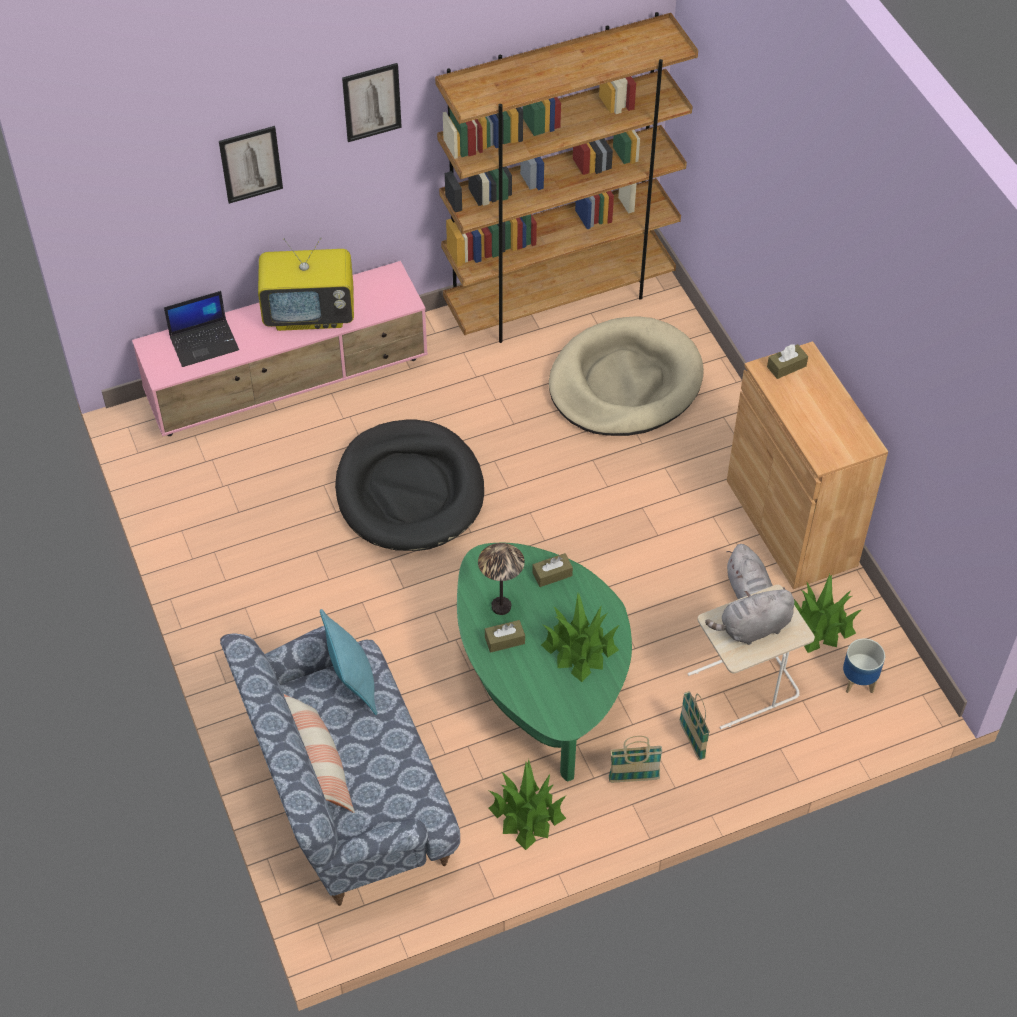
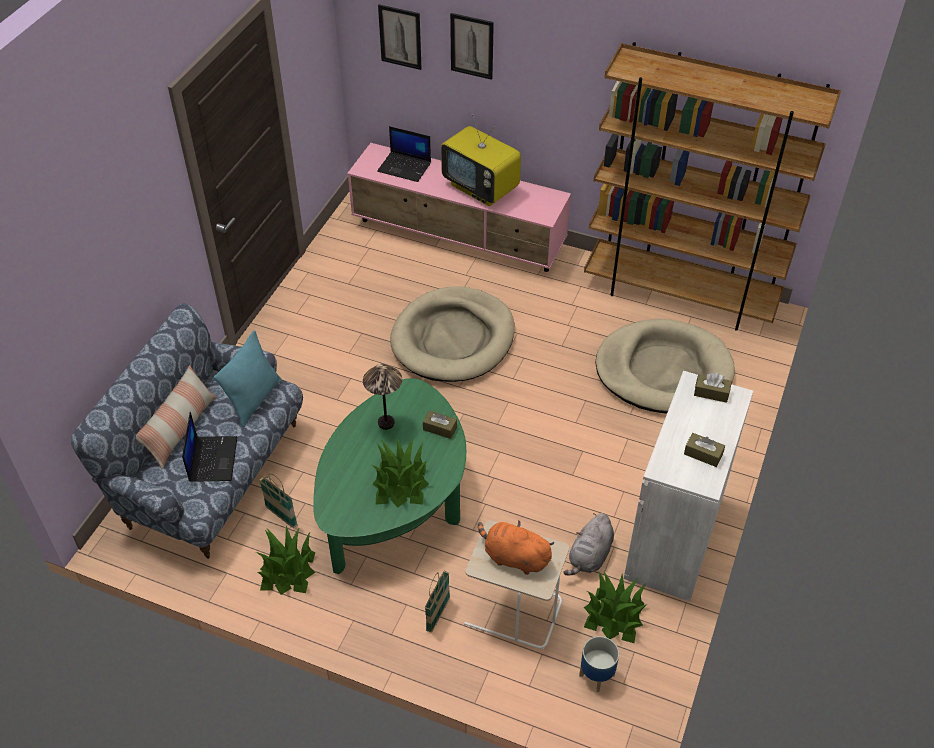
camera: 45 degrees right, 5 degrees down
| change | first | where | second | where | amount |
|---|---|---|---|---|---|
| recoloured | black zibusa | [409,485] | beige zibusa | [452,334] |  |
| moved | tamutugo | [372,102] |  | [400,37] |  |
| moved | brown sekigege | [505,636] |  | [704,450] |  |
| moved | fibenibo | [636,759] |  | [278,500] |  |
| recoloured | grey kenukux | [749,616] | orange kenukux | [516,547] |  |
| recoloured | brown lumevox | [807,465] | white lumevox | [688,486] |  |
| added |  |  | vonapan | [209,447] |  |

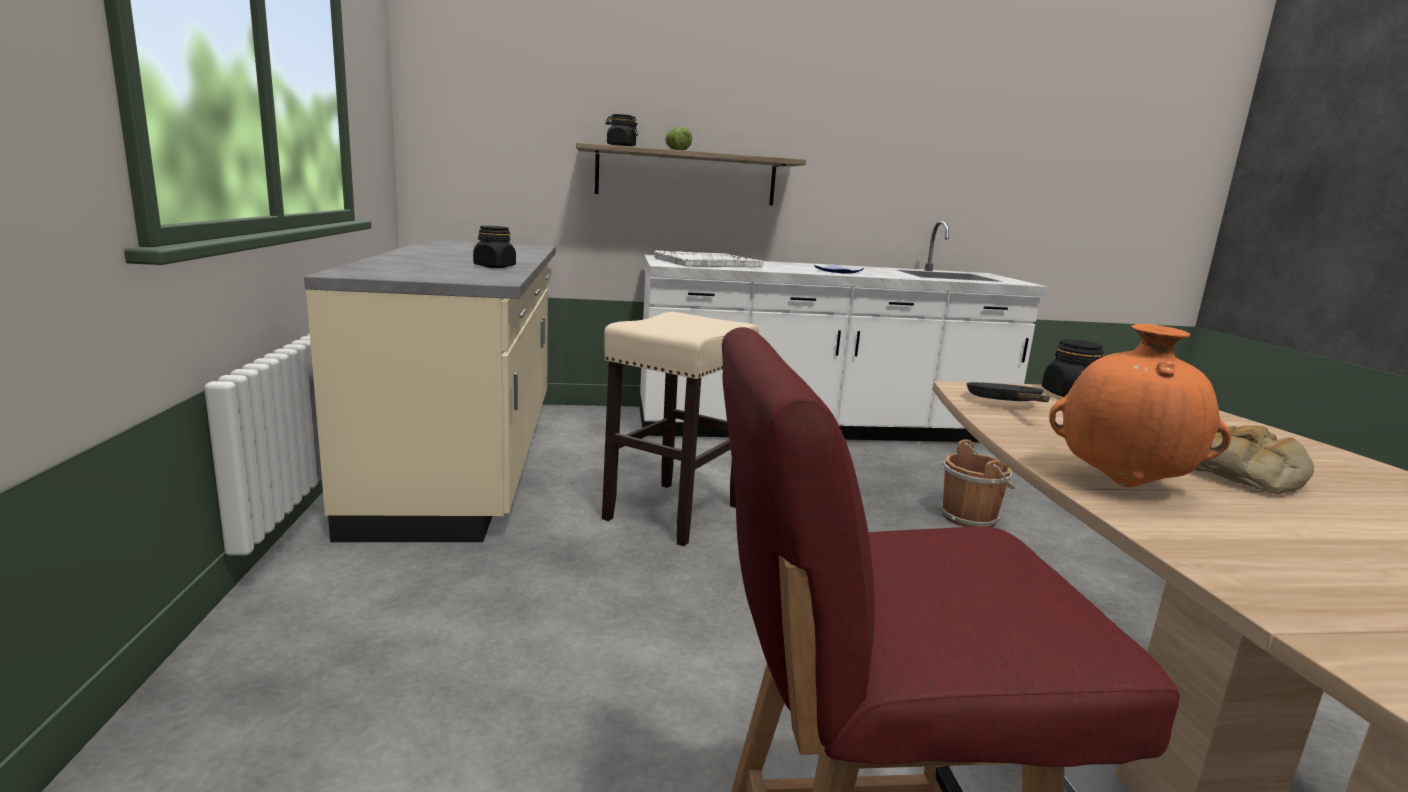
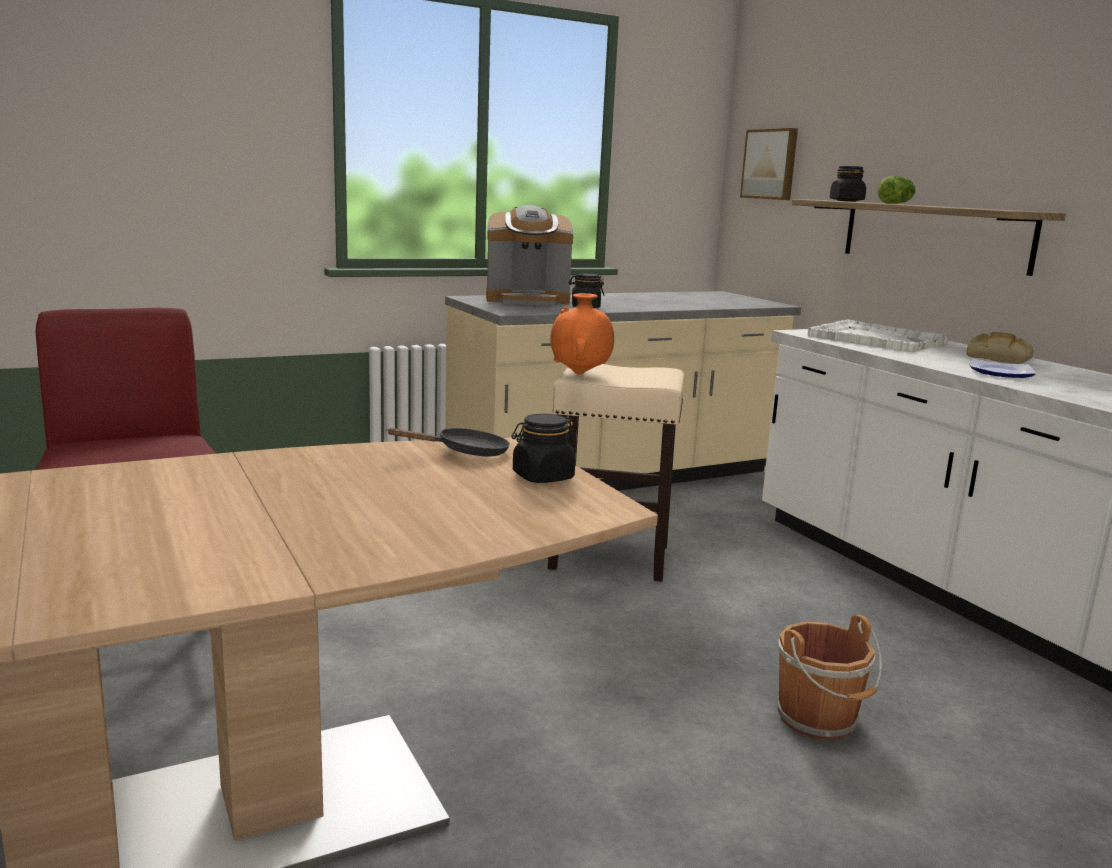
camera: 70 degrees right, 0 degrees up
| change | first | where | second | where | amount |
|---|---|---|---|---|---|
| moved | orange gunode | [1140,405] |  | [582,333] |  |
| moved | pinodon | [1254,459] |  | [999,348] |  |
| added |  |  | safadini | [529,255] |  |
| added |  |  | tamutugo | [769,164] |  |

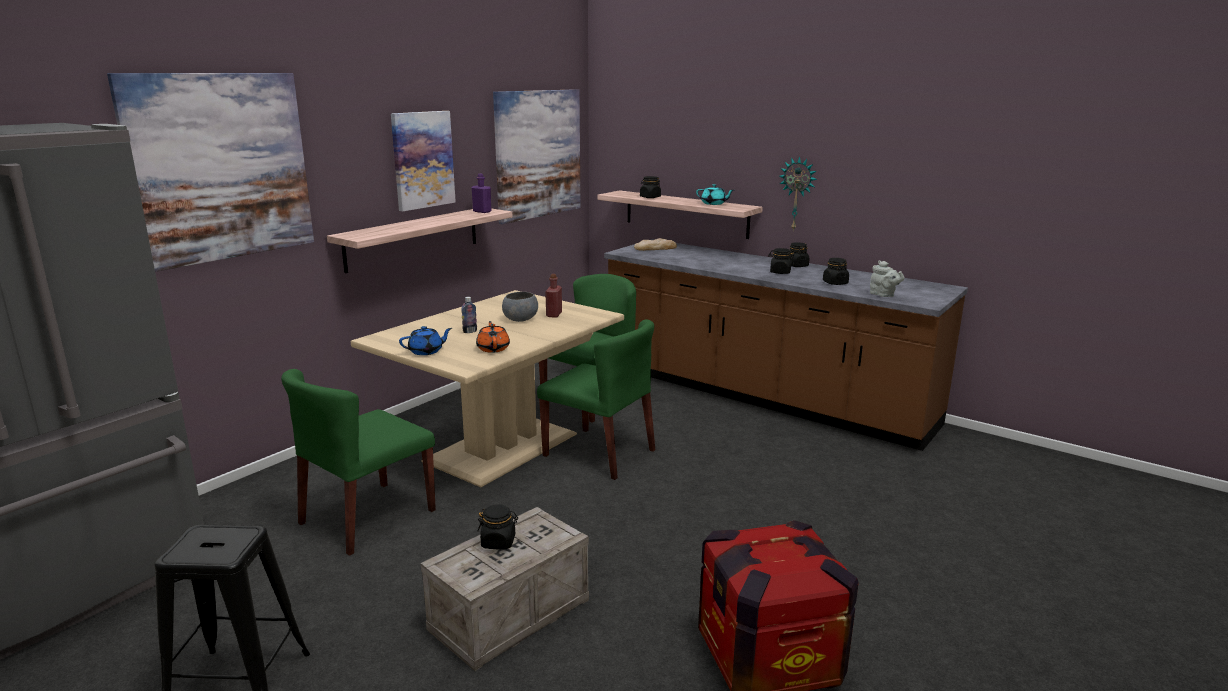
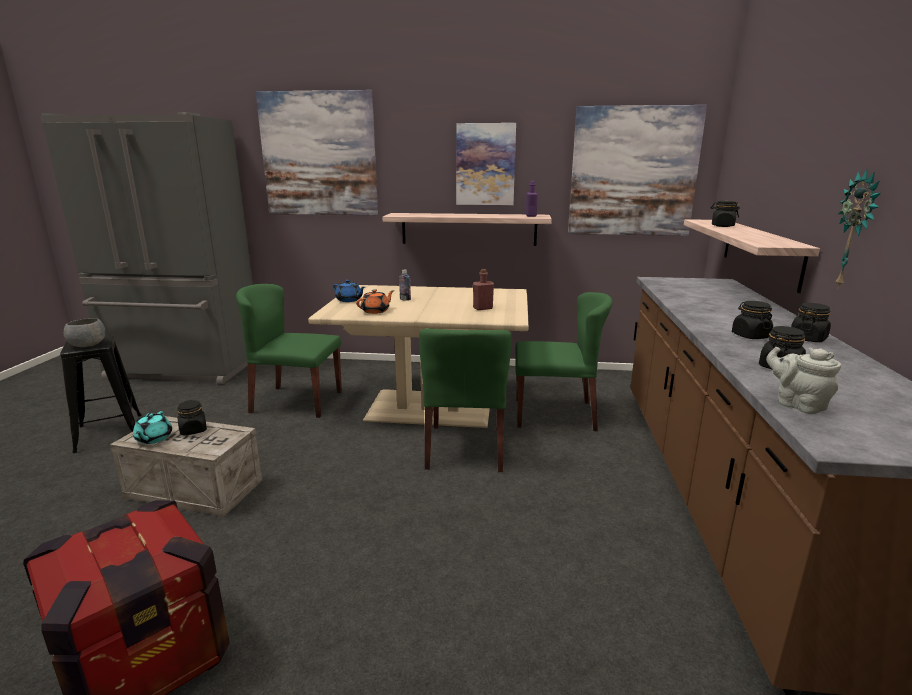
camera: 60 degrees right, 0 degrees up
| change | first | where | second | where | amount |
|---|---|---|---|---|---|
| moved | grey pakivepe | [520,307] |  | [84,332] |  |
| removed | pinodon | [655,244] |  |  |  |
| moved | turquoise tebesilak | [715,194] |  | [152,427] |  |
| turned | grey tebesilak | [887,278] |  | [803,380] | 120 degrees clockwise |

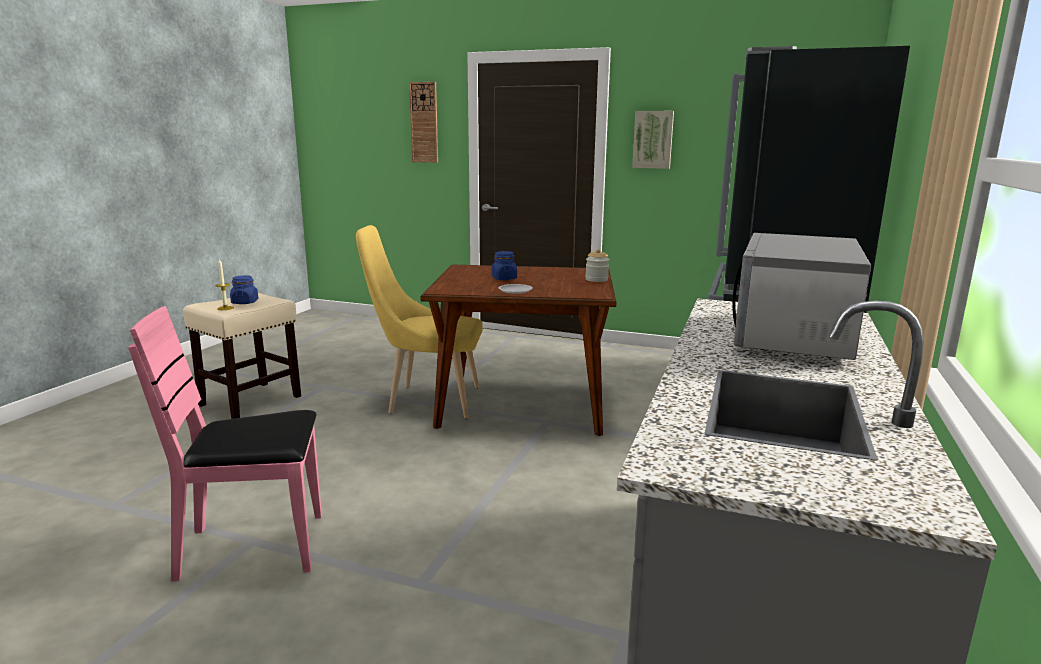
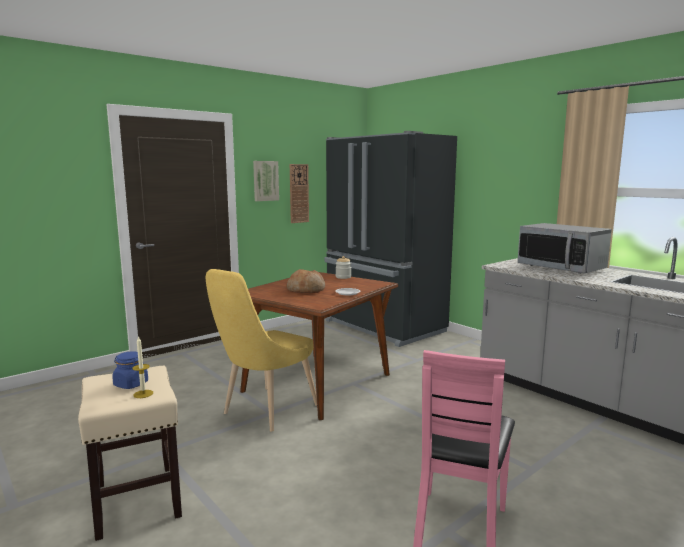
camera: 60 degrees left, 5 degrees down
| change | first | where | second | where | amount |
|---|---|---|---|---|---|
| moved | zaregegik | [423,122] |  | [299,193] |  |
| replaced | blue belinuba | [504,265] | pinodon | [306,281] |  |

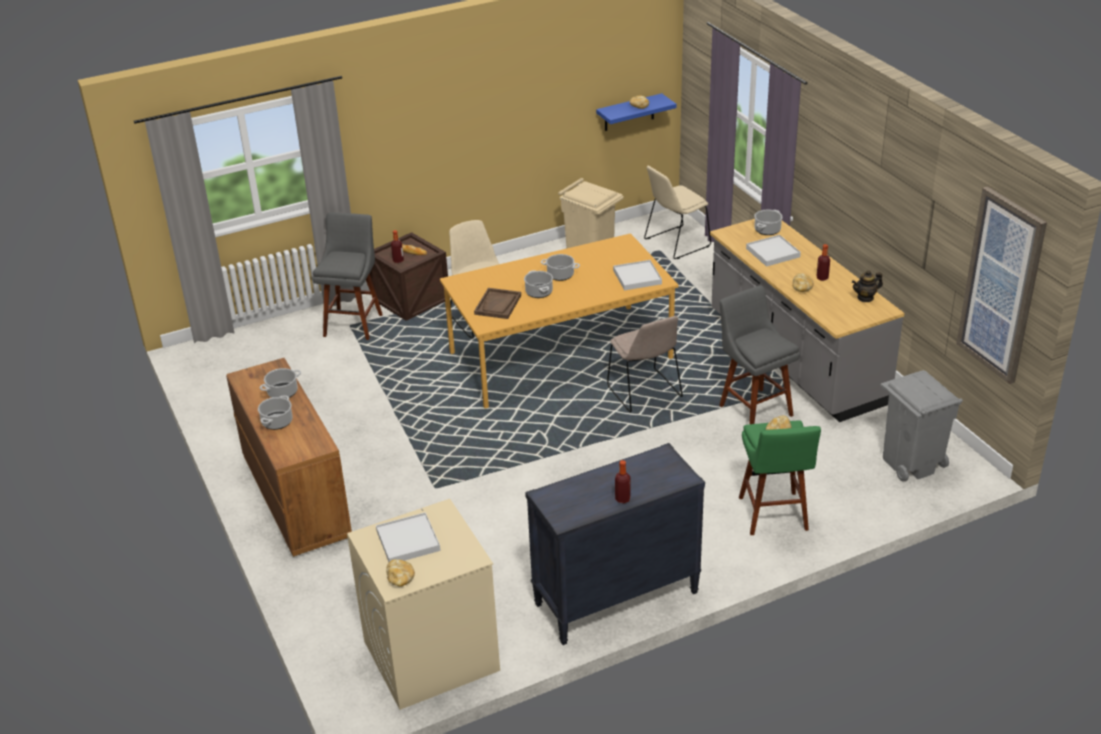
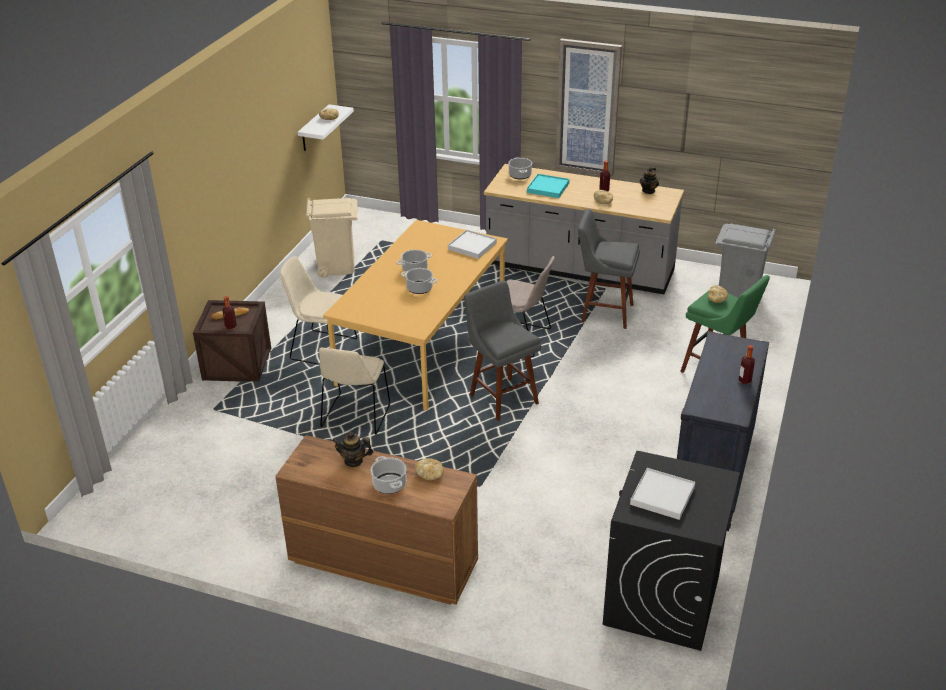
camera: 45 degrees left, 0 degrees up
| change | first | where | second | where | amount |
|---|---|---|---|---|---|
| replaced | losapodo | [280,383] | tebesilak | [352,449] |  |
| moved | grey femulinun | [347,276] |  | [502,350] |  |
| recoloured | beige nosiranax | [423,604] | black nosiranax | [671,551] |  |
| moved | pinodon | [400,573] |  | [429,469] |  |
| removed | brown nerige | [497,303] |  |  |  |
| recoloured | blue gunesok | [636,112] | white gunesok | [326,127] |  |
| moved | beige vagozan | [677,212] |  | [354,391] |  |
| recoloured | white nerige | [773,251] | turquoise nerige | [548,186] |  |
| moved | tamutugo | [1001,285] |  | [588,108] |  |

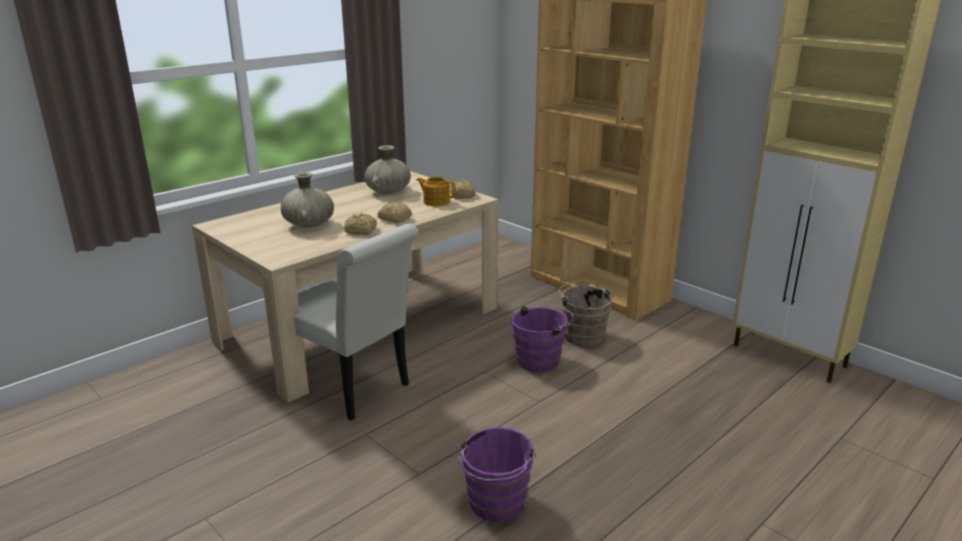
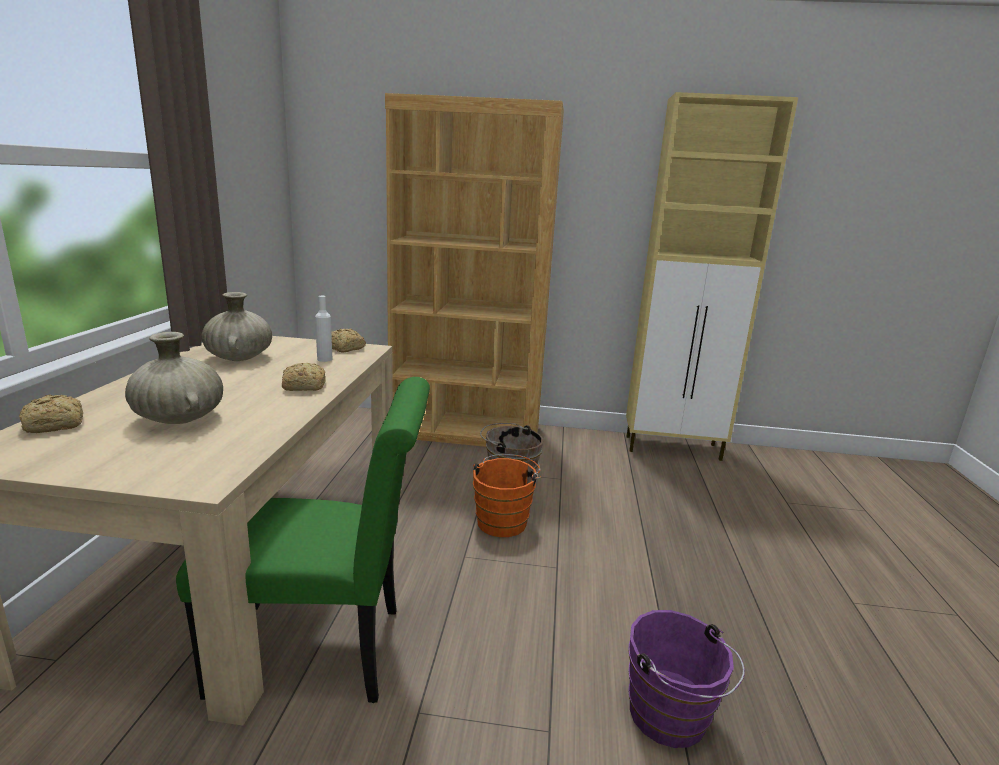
camera: 40 degrees left, 5 degrees down
| change | first | where | second | where | amount |
|---|---|---|---|---|---|
| recoloured | white vagozan | [356,322] | green vagozan | [303,540] |  |
| moved | pinodon | [360,224] |  | [51,413] |  |
| replaced | tebesilak | [435,191] | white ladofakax | [324,329] |  |
| recoloured | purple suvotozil | [542,338] | orange suvotozil | [507,495] |  |

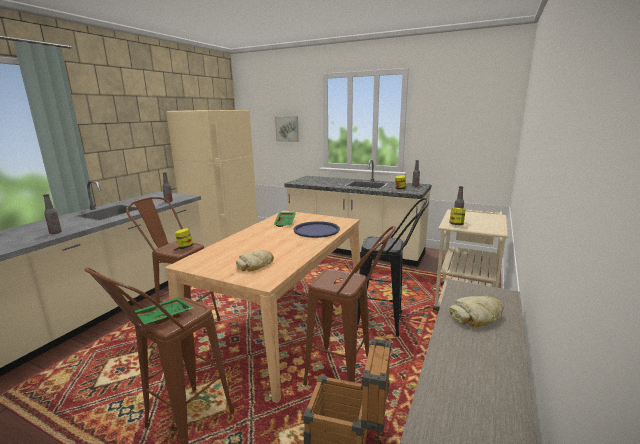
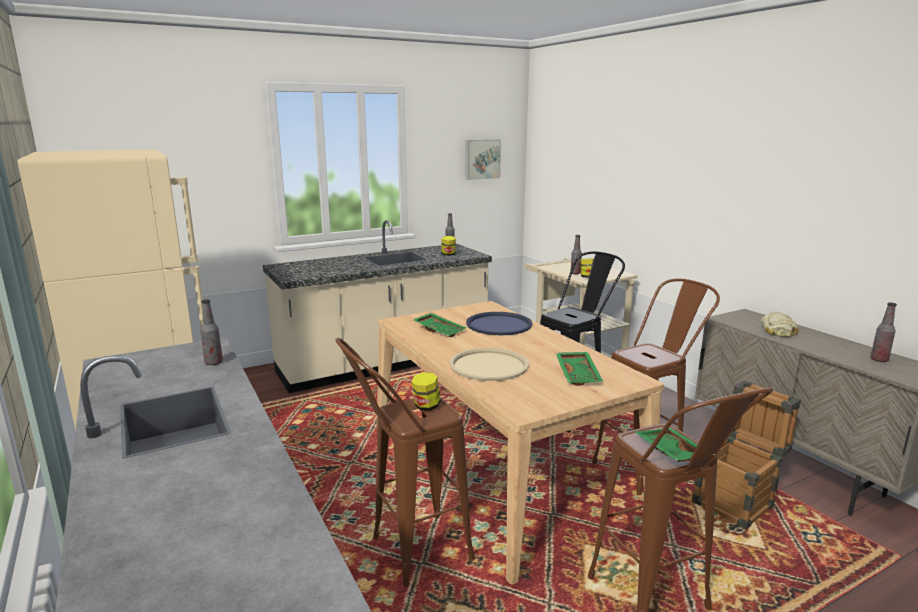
camera: 55 degrees left, 0 degrees up
| change | first | where | second | where | amount |
|---|---|---|---|---|---|
| moved | ladofakax | [52,214] |  | [883,332] |  |
| replaced | pinodon | [255,261] | green nerige | [579,369] |  |
| moved | tamutugo | [287,129] |  | [483,159] |  |
| added |  |  | beige nerige | [489,364] |  |

